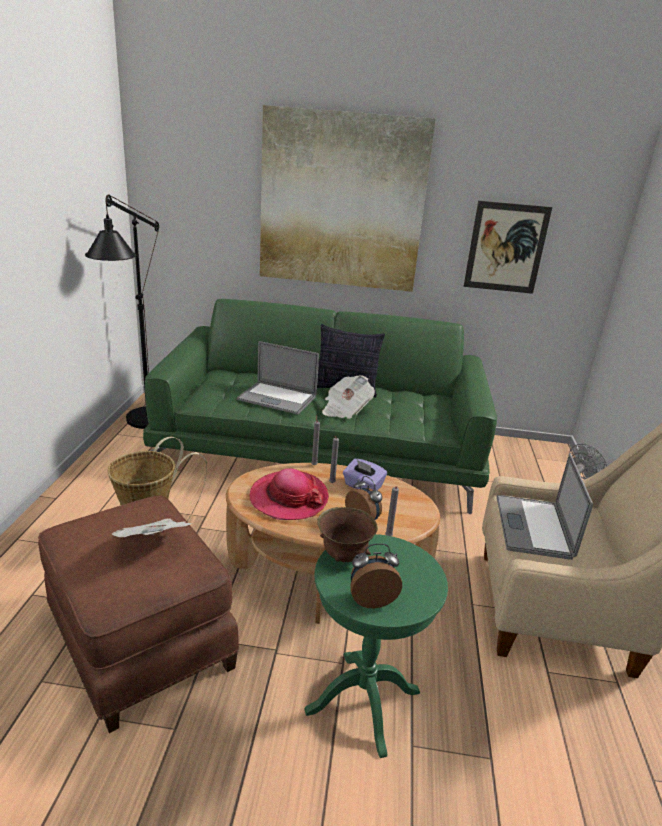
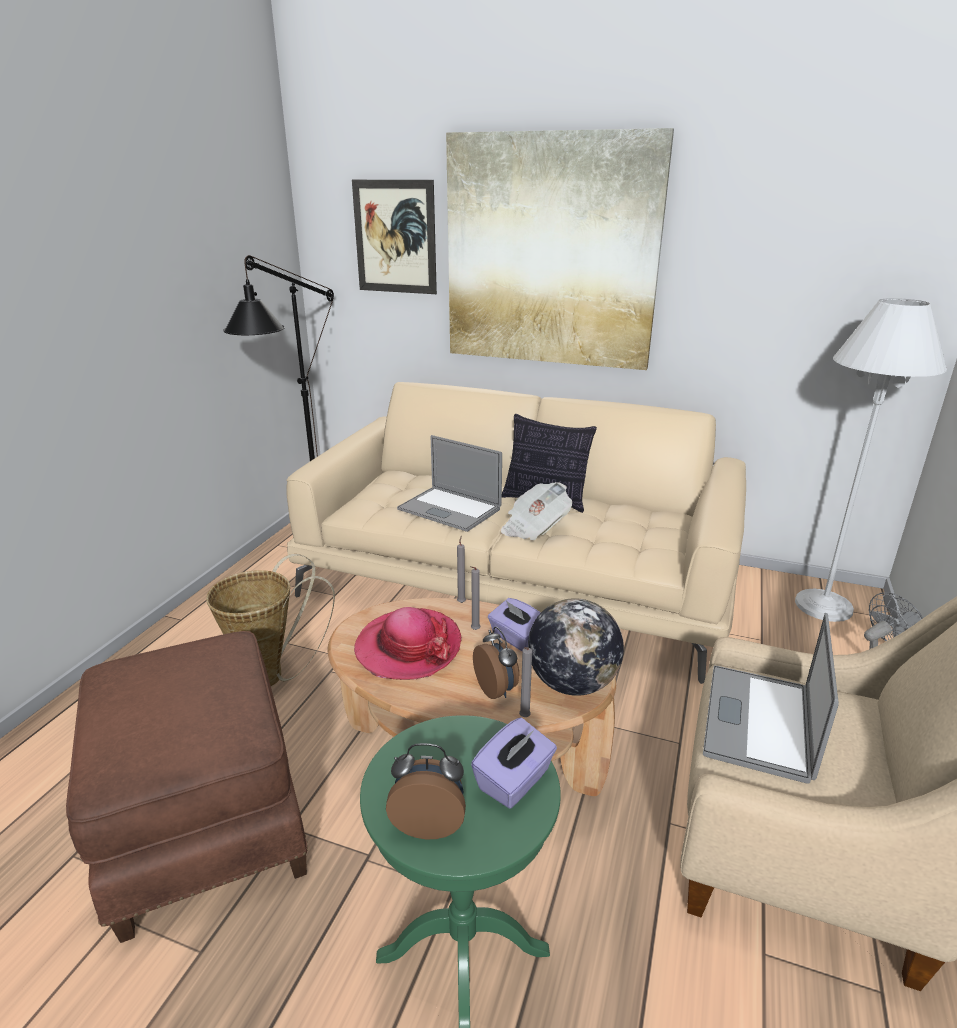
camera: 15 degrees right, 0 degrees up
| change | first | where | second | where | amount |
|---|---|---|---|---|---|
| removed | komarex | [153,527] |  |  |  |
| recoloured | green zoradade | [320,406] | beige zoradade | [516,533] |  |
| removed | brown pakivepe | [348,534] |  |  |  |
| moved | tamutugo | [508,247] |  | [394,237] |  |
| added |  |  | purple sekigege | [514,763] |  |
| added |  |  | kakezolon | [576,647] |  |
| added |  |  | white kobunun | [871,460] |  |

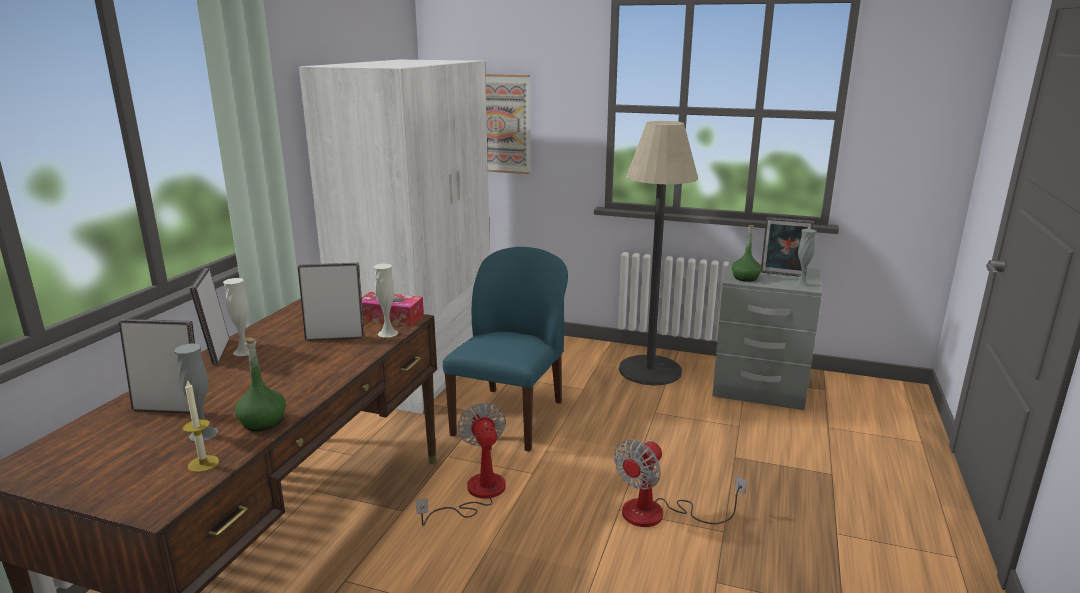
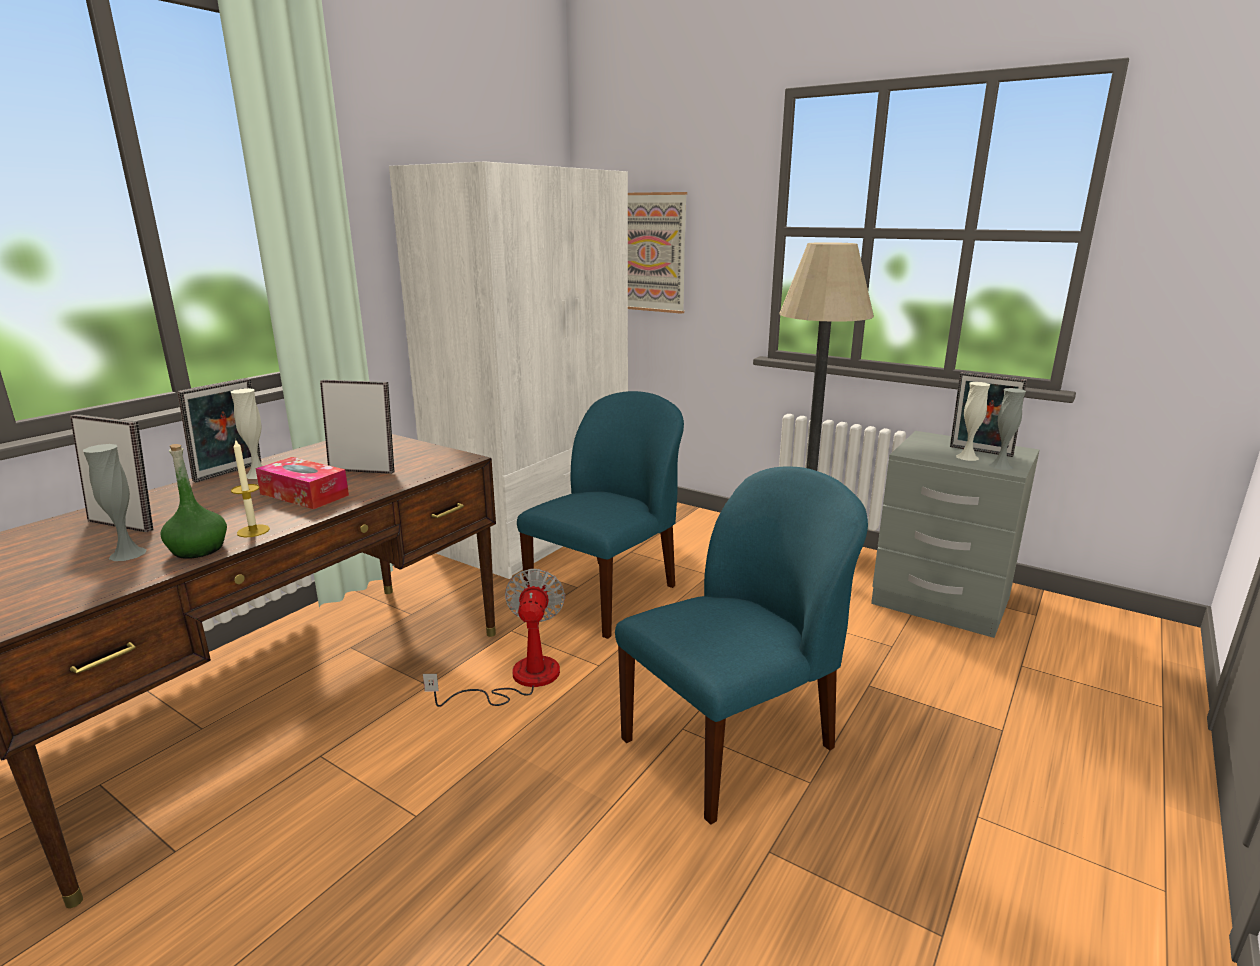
camera: 15 degrees right, 0 degrees up
| change | first | where | second | where | amount |
|---|---|---|---|---|---|
| moved | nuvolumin | [200,426] |  | [250,487] |  |
| turned | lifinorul | [210,316] |  | [219,430] | 150 degrees counterclockwise |
| moved | sekigege | [393,309] |  | [302,483] |  |
| moved | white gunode | [386,301] |  | [973,421] |  |
| replaced | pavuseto | [680,483] | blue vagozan | [741,645] |  |
| removed | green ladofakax | [747,253] |  |  |  |

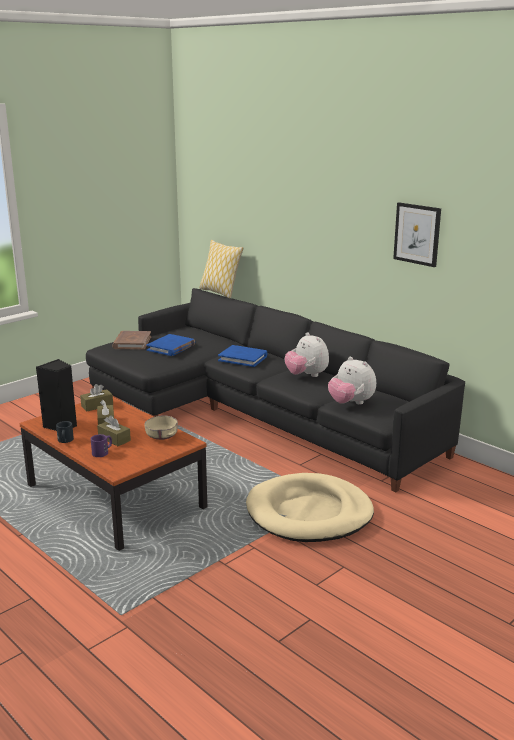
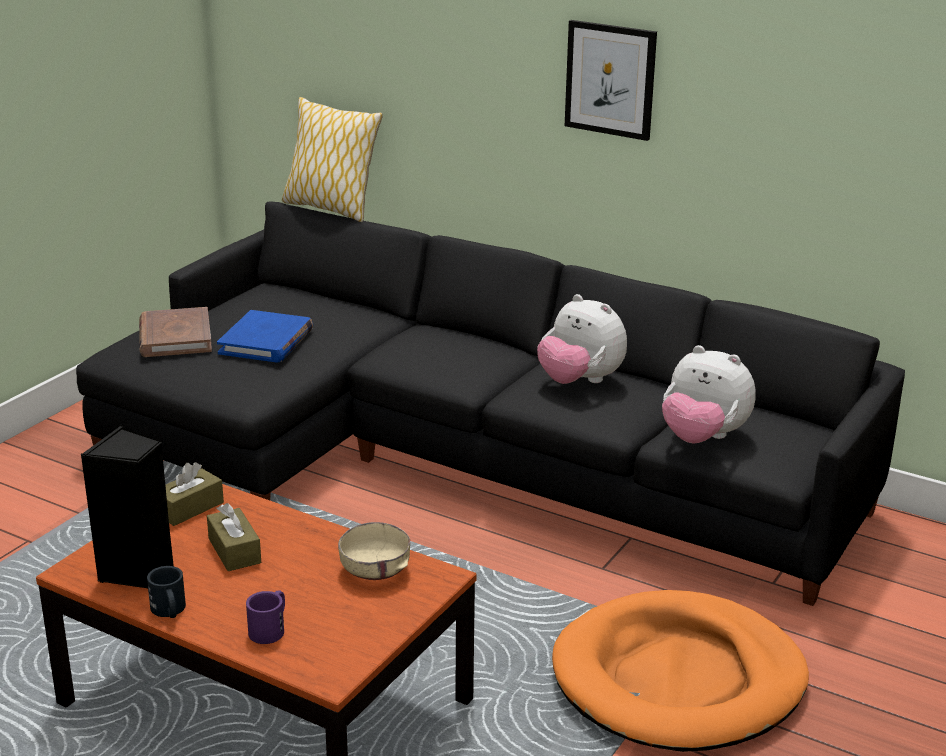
camera: 15 degrees left, 5 degrees up
| change | first | where | second | where | amount |
|---|---|---|---|---|---|
| removed | brown sekigege | [114,430] |  |  |  |
| removed | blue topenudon | [243,356] |  |  |  |
| recoloured | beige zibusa | [310,507] | orange zibusa | [680,671] |  |
| moved | tamutugo | [417,234] |  | [611,80] |  |

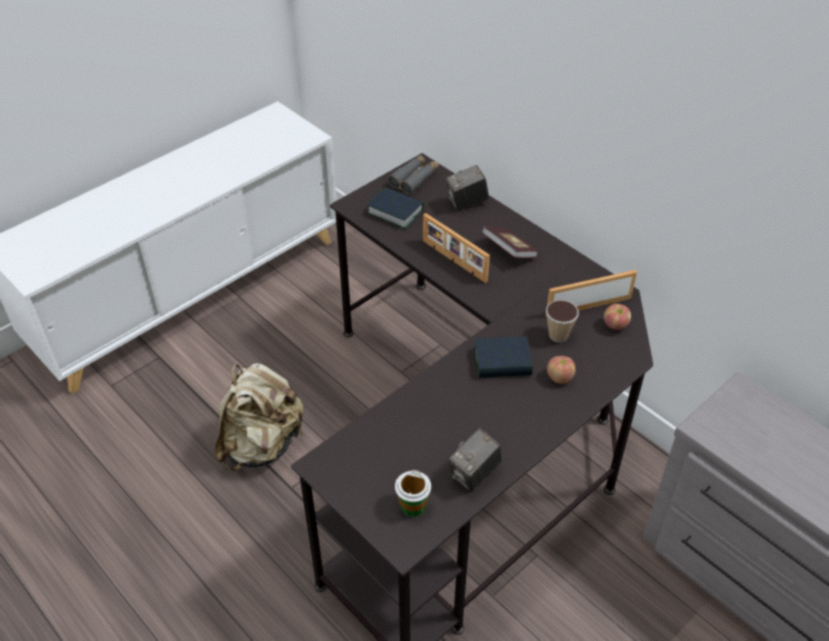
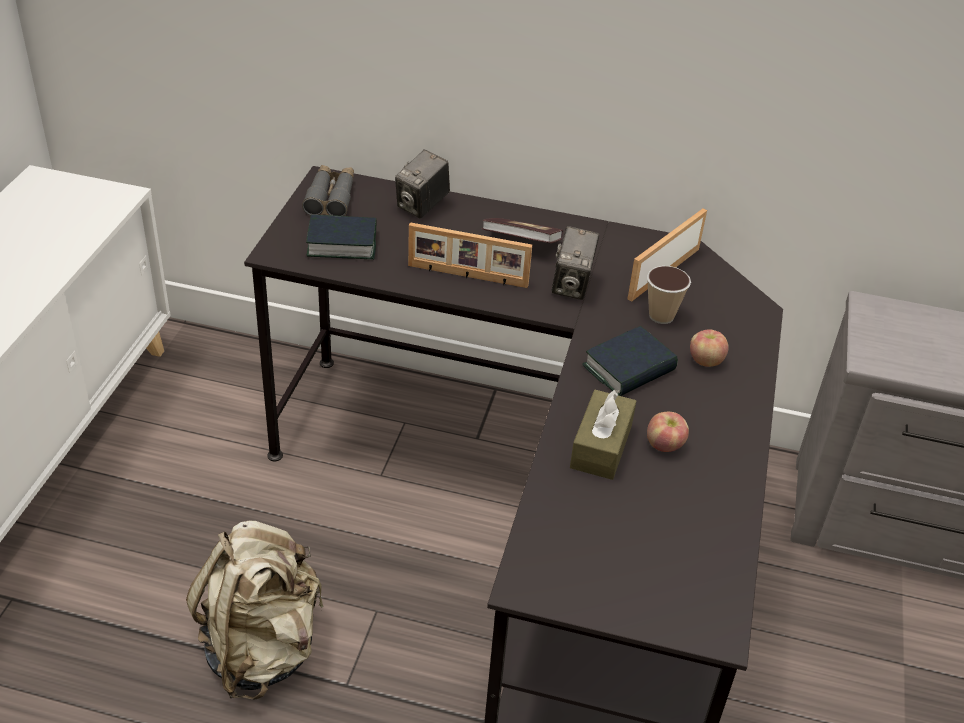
camera: 35 degrees left, 5 degrees down
| change | first | where | second | where | amount |
|---|---|---|---|---|---|
| removed | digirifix | [413,493] |  |  |  |
| moved | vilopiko | [475,460] |  | [575,263] |  |
| moved | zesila | [617,317] |  | [668,431] |  |
| added |  |  | brown sekigege | [603,434] |  |

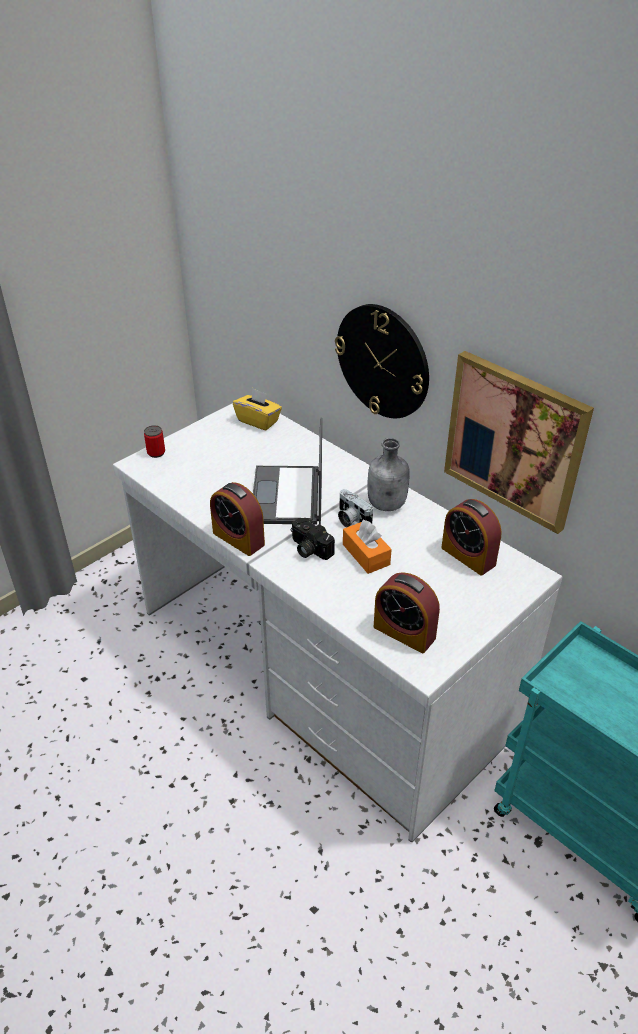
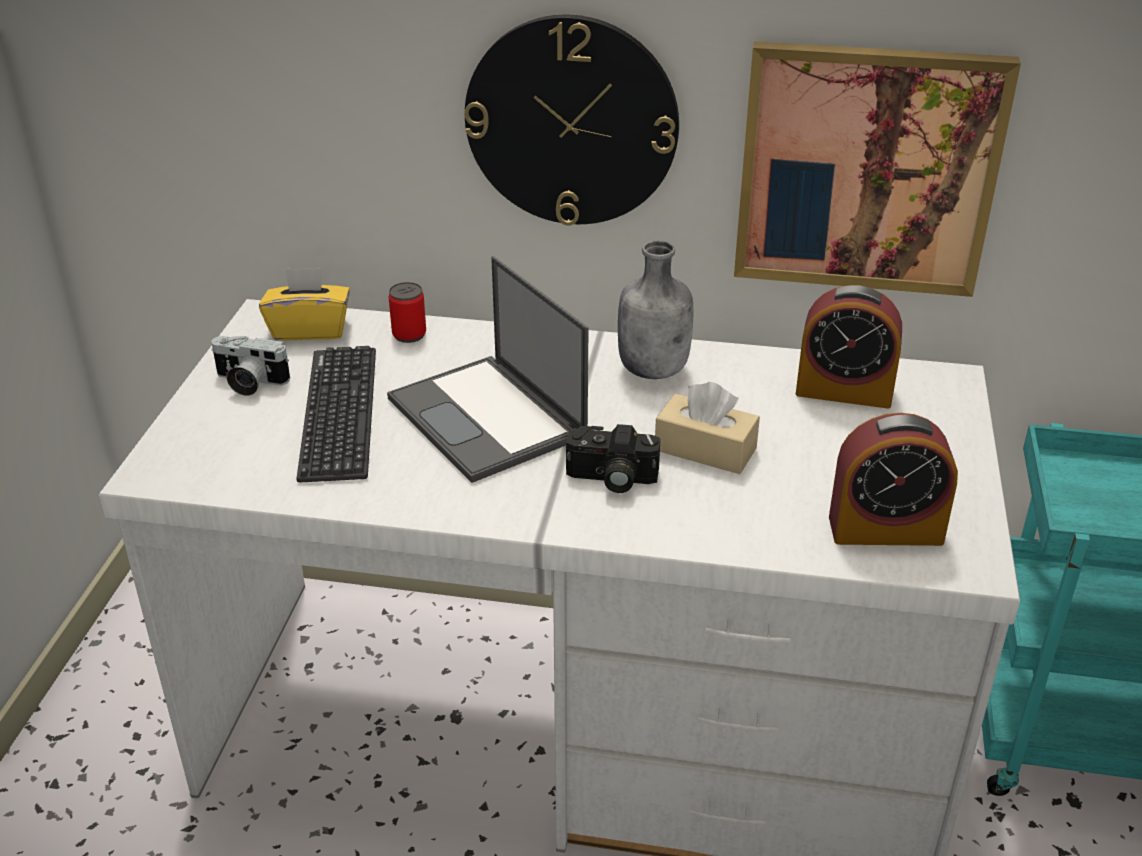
camera: 35 degrees left, 5 degrees down
| change | first | where | second | where | amount |
|---|---|---|---|---|---|
| moved | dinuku | [154,441] |  | [407,312] |  |
| removed | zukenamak | [237,519] |  |  |  |
| moved | vilopiko | [355,508] |  | [250,366] |  |
| recoloured | orange sekigege | [367,547] | beige sekigege | [707,428] |  |
| added |  |  | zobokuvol | [336,414] |  |

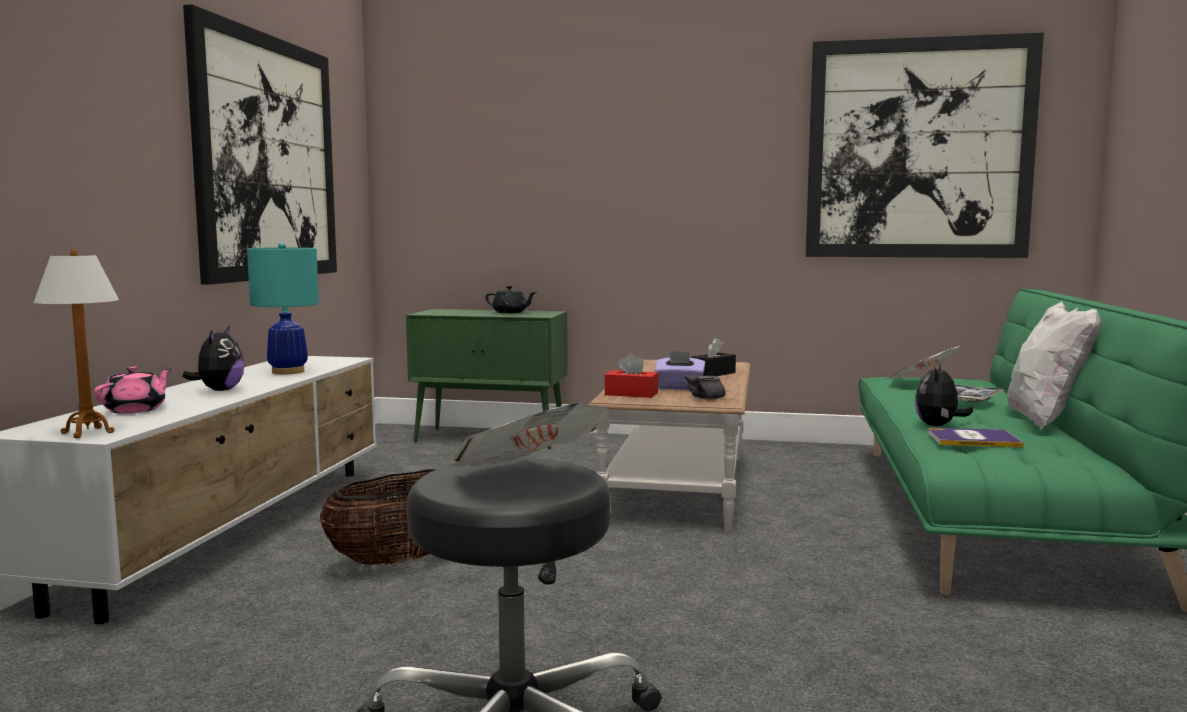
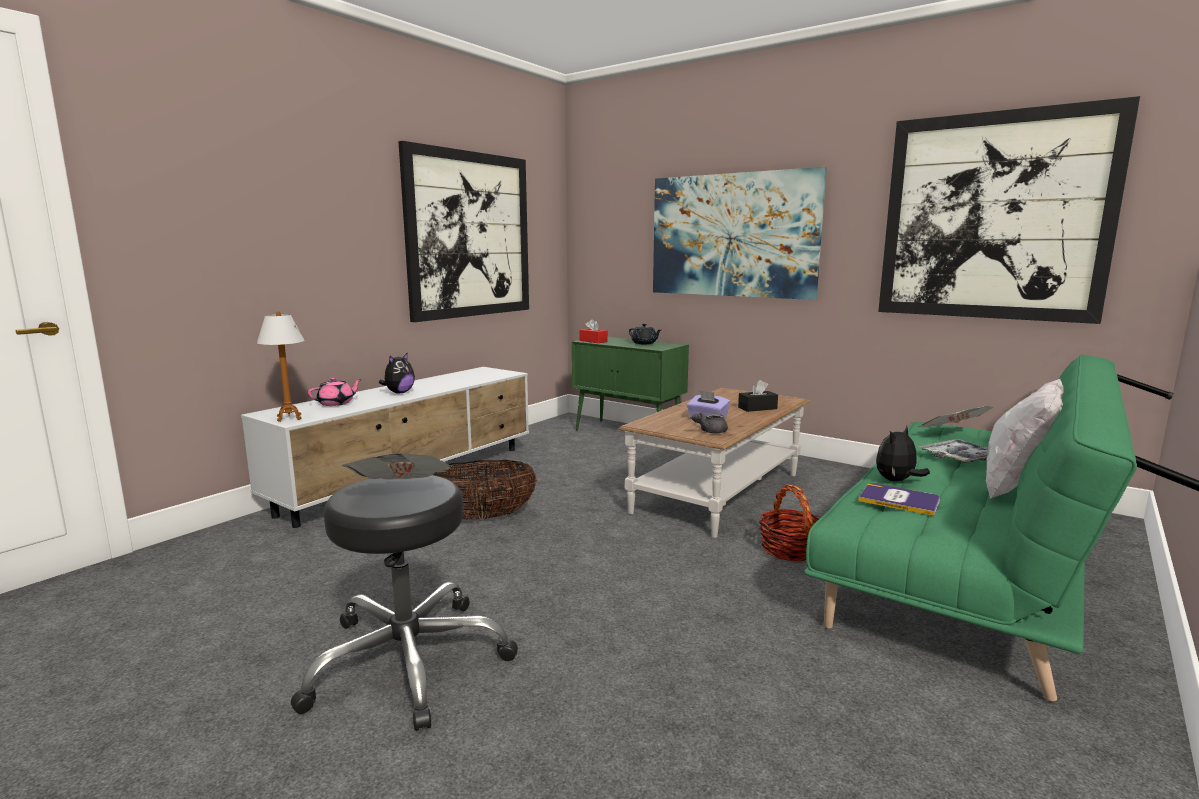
camera: 25 degrees right, 5 degrees up
| change | first | where | second | where | amount |
|---|---|---|---|---|---|
| removed | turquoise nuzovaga | [283,309] |  |  |  |
| moved | red sekigege | [631,375] |  | [593,331] |  |
| added |  |  | tamutugo | [740,233] |  |
| added |  |  | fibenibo | [789,522] |  |

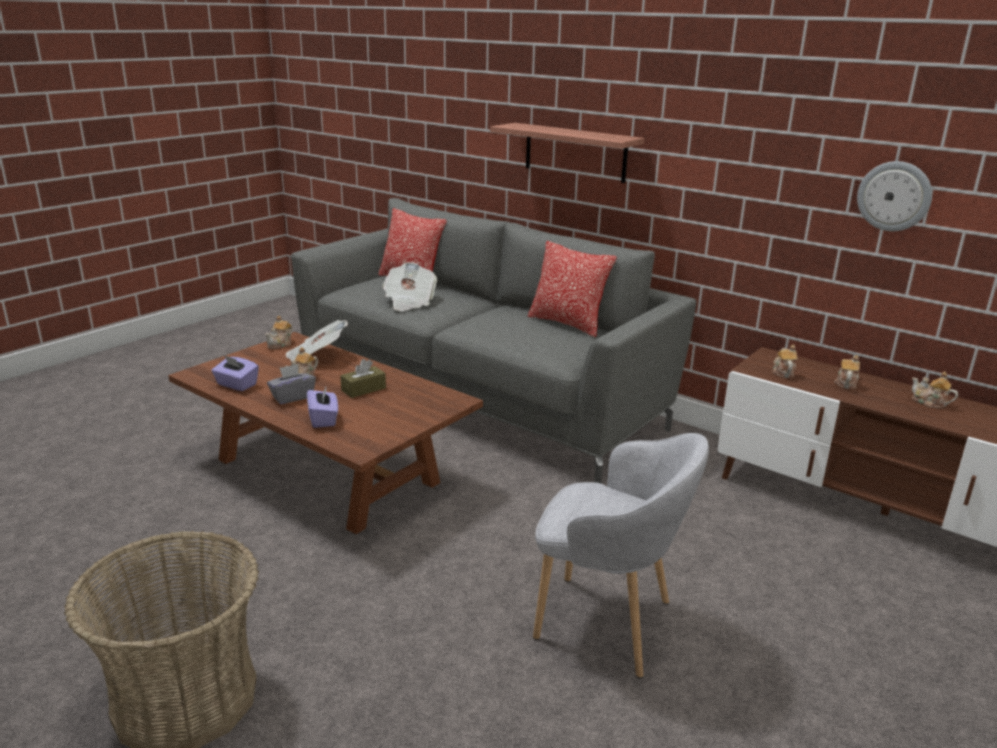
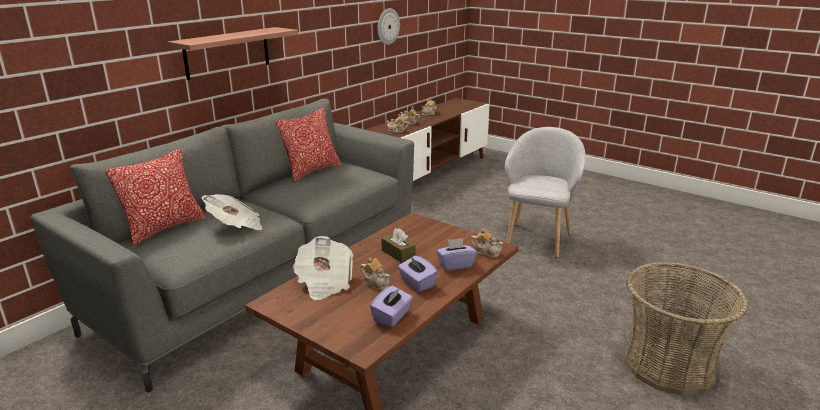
camera: 90 degrees left, 0 degrees up
| change | first | where | second | where | amount |
|---|---|---|---|---|---|
| moved | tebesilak | [279,332] |  | [486,242] |  |
| recoloured | grey sekigege | [291,384] | purple sekigege | [418,274] |  |

